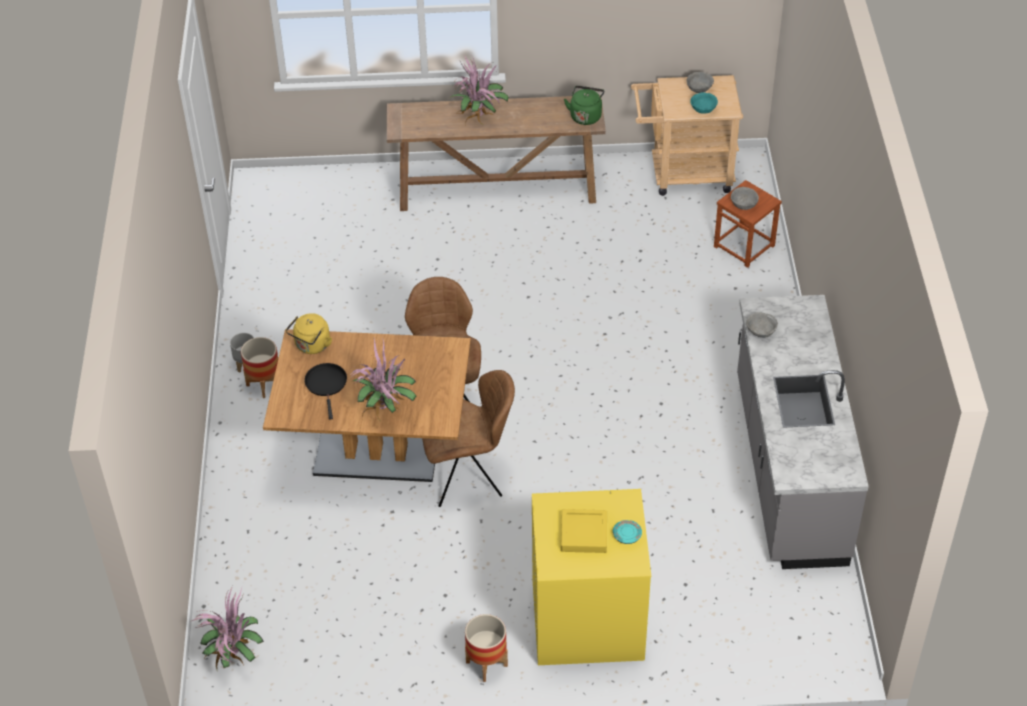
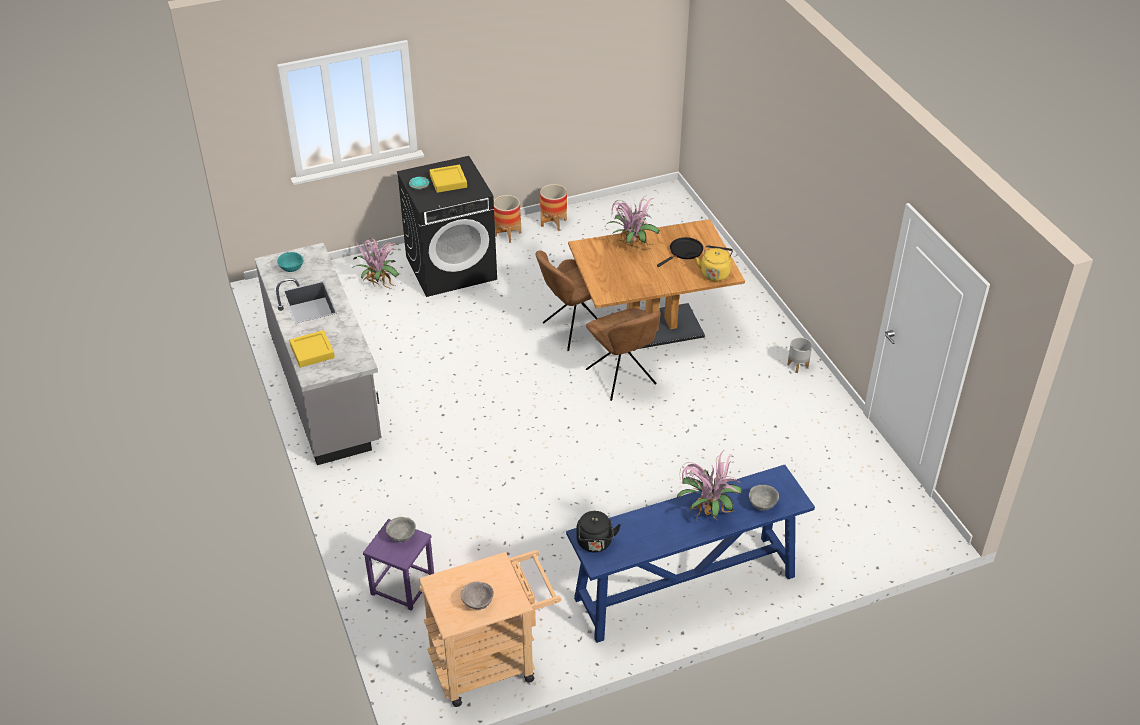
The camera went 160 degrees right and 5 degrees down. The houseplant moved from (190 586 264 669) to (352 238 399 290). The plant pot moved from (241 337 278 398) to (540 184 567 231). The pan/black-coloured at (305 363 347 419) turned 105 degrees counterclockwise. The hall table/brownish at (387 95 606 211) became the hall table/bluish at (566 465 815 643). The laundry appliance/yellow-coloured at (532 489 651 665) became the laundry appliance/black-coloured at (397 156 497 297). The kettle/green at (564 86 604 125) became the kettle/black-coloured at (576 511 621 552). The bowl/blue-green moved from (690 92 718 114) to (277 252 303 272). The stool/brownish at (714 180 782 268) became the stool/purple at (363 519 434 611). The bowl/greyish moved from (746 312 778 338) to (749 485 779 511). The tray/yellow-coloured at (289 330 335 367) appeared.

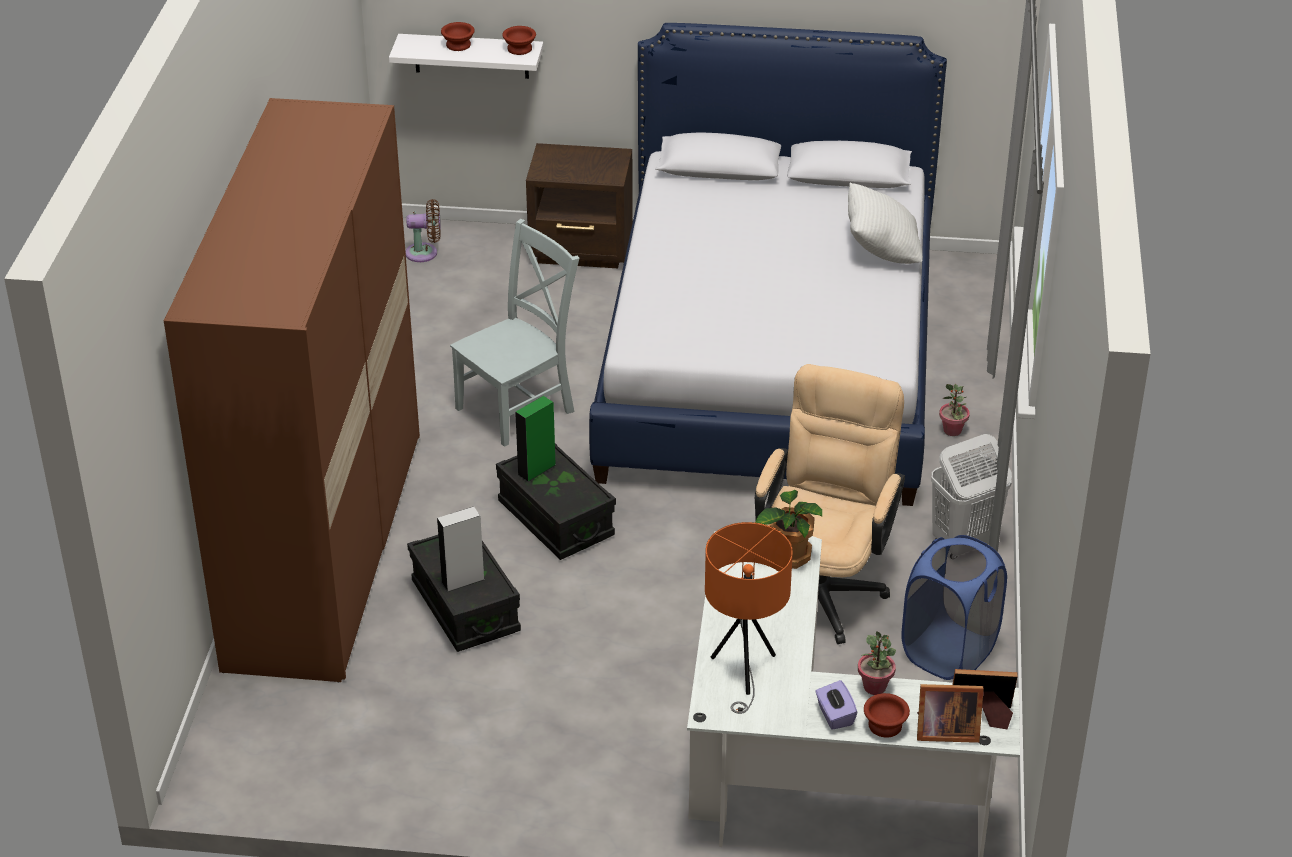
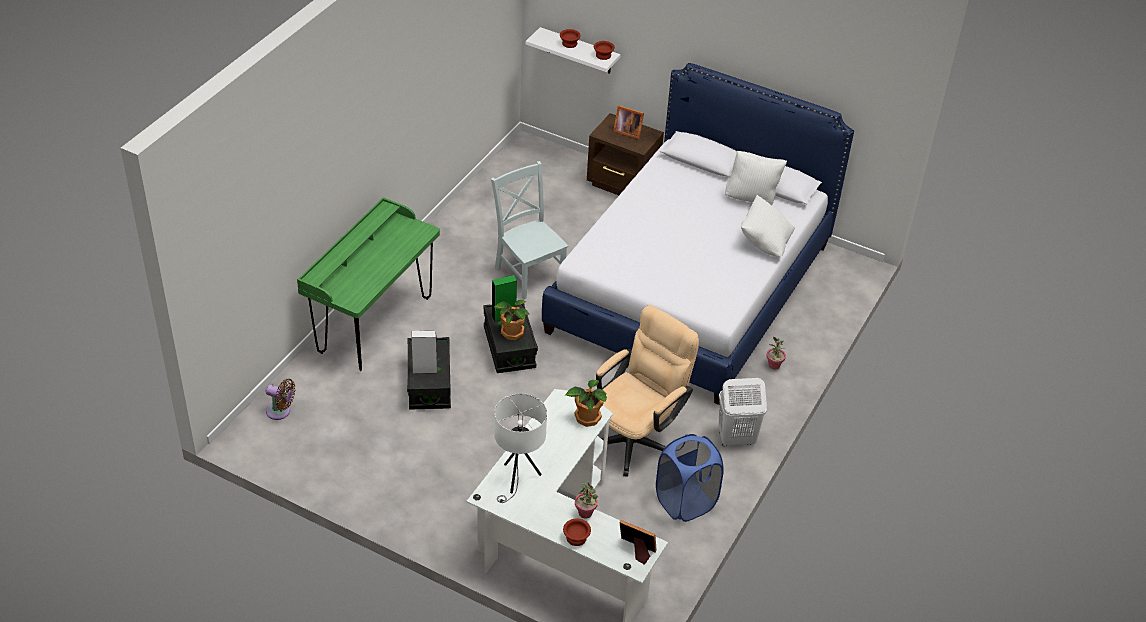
The camera went 20 degrees right and 5 degrees up. The clothes cupboard/brownish at (164 98 420 683) was replaced by the desk unit/green at (297 197 440 371). The cooling fan/brownish moved from (405 199 441 262) to (266 379 295 420). The upright chair/greyish at (450 219 579 447) turned 105 degrees counterclockwise. The tabletop lamp/orange at (705 522 793 714) became the tabletop lamp/white at (494 393 547 503). The box of tissues/purple at (815 680 858 730) disappeared. The photo frame moved from (917 684 984 743) to (613 105 644 139). The houseplant at (494 300 530 340) appeared. The cushion/white at (725 150 787 205) appeared.

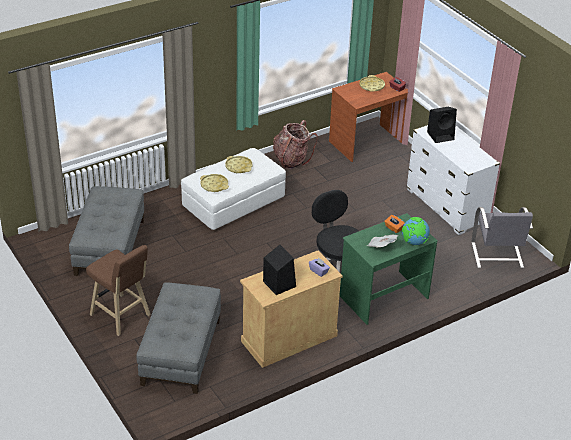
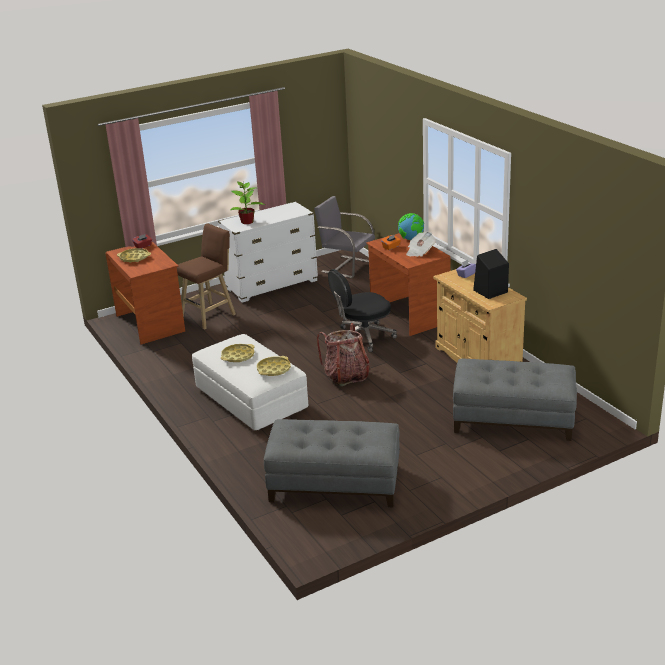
The camera went 85 degrees left and 10 degrees down. The stool/brownish moved from (86 245 151 336) to (177 223 236 330). The knapsack moved from (273 120 318 169) to (317 323 370 386). The desk unit/green at (339 213 438 325) became the desk unit/brownish at (366 233 451 336). The speaker/black-coloured at (427 107 457 143) was replaced by the houseplant at (230 182 265 224). The upright chair/greyish at (471 207 533 268) turned 150 degrees counterclockwise.

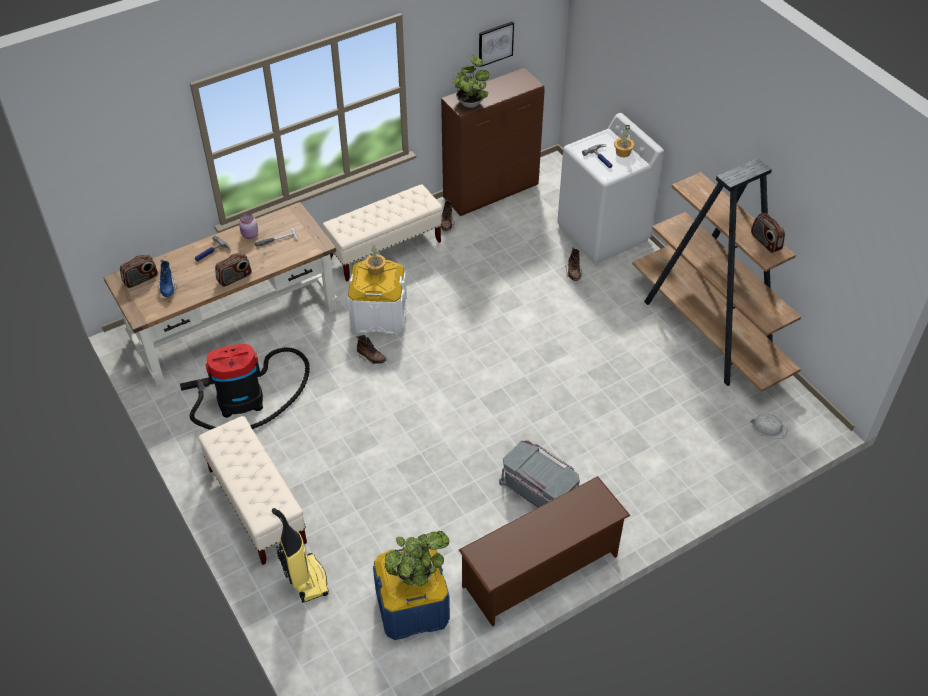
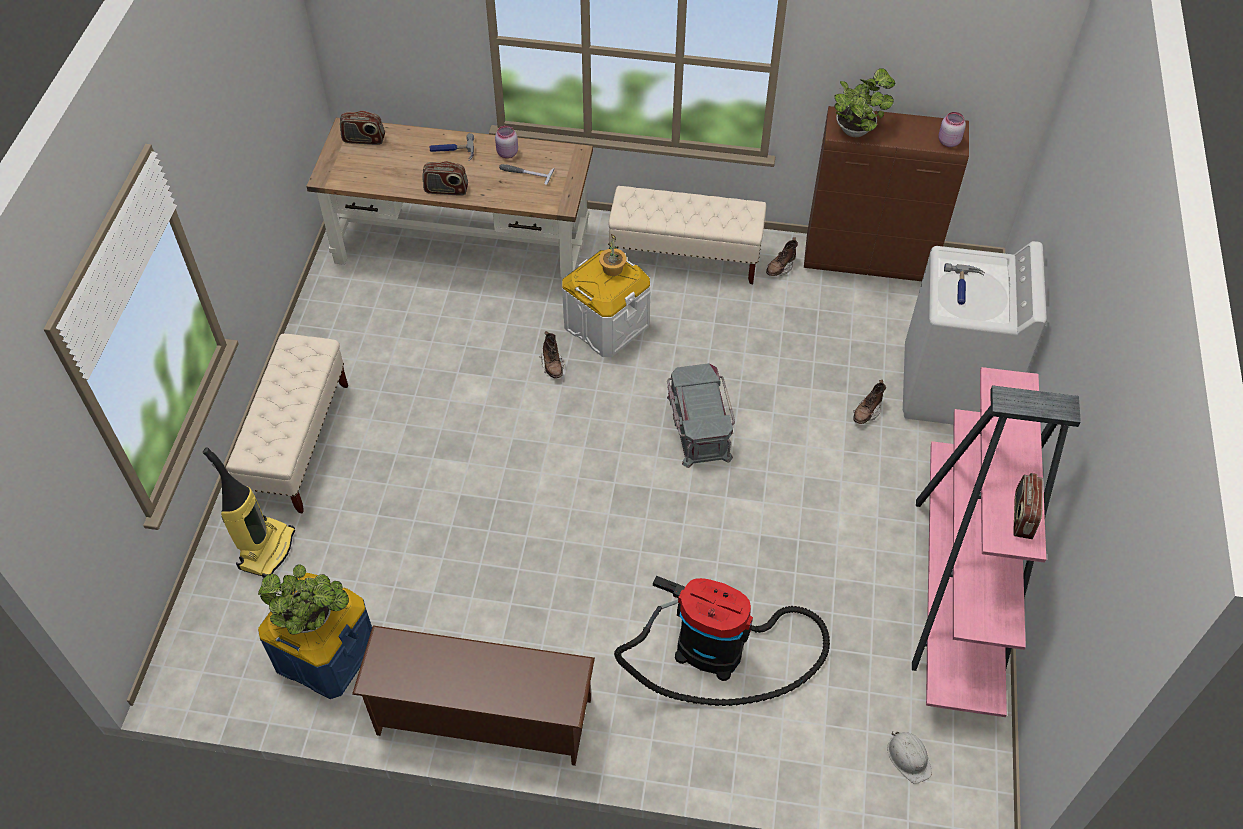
The camera went 40 degrees right and 5 degrees up. The boot/bluish at (158 259 177 297) disappeared. The hoover moved from (180 344 310 430) to (614 576 830 706). The wall art at (479 21 514 67) disappeared. The storage box/greyish moved from (499 440 580 507) to (667 363 735 468). The houseplant at (614 125 634 157) disappeared. The bookshelf/brownish at (632 158 801 392) became the bookshelf/pink at (912 367 1081 717). The jar/pink at (938 112 966 147) appeared.

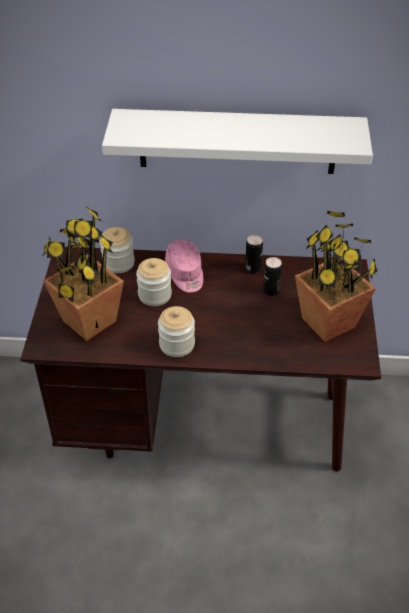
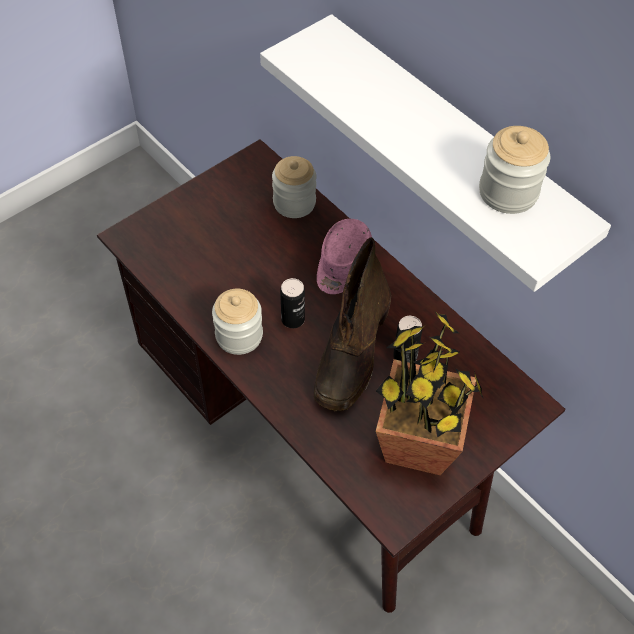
The camera went 45 degrees right and 10 degrees up. The houseplant at (42 206 124 341) disappeared. The jar moved from (136 258 172 306) to (479 126 550 214). The metal can moved from (245 235 263 273) to (280 278 305 328). The boot/brownish at (314 237 391 412) appeared.

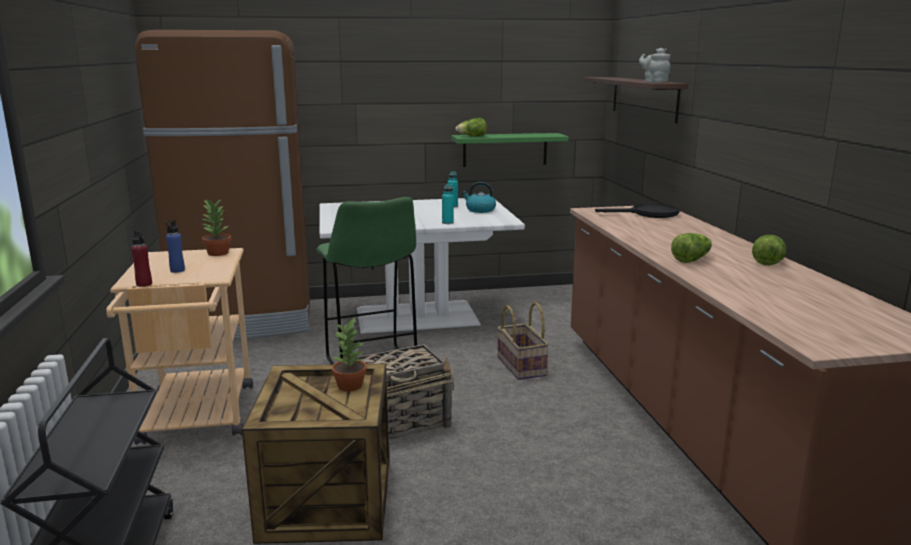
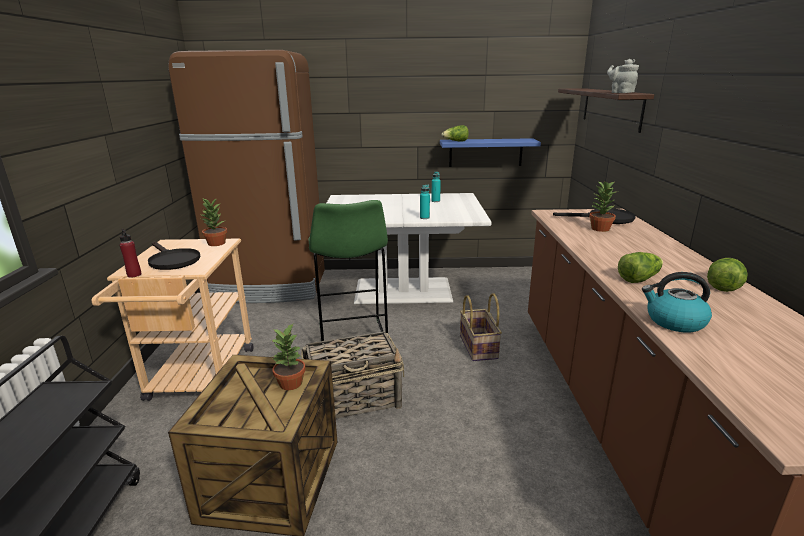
The camera went 10 degrees right and 5 degrees up. The beverage bottle/bluish at (166 220 185 273) was replaced by the pan/black-coloured at (148 242 200 270). The wall shelf/green at (451 133 569 167) became the wall shelf/bluish at (440 138 541 167). The kettle moved from (462 182 496 213) to (642 272 712 333). The houseplant at (589 181 616 232) appeared.

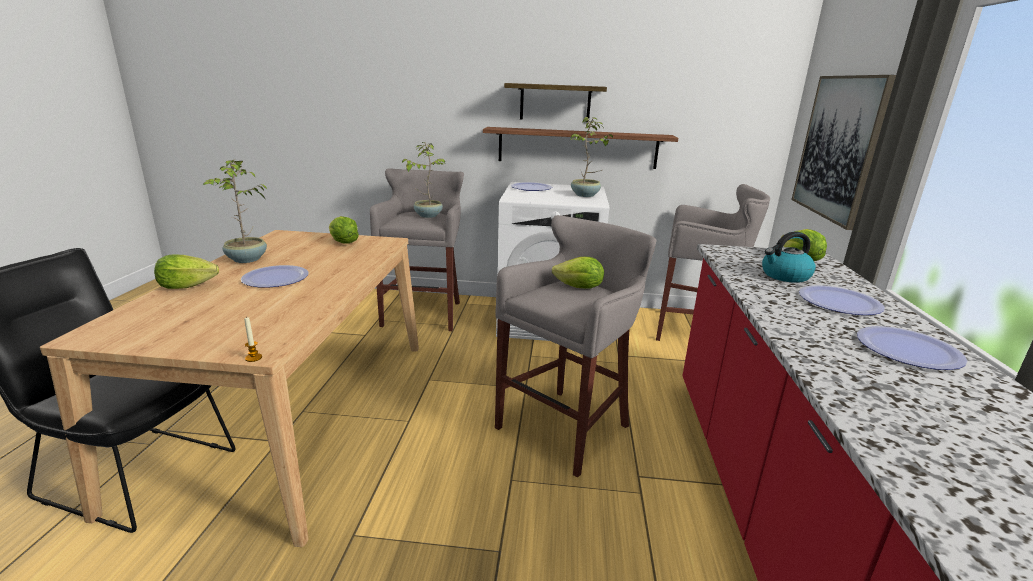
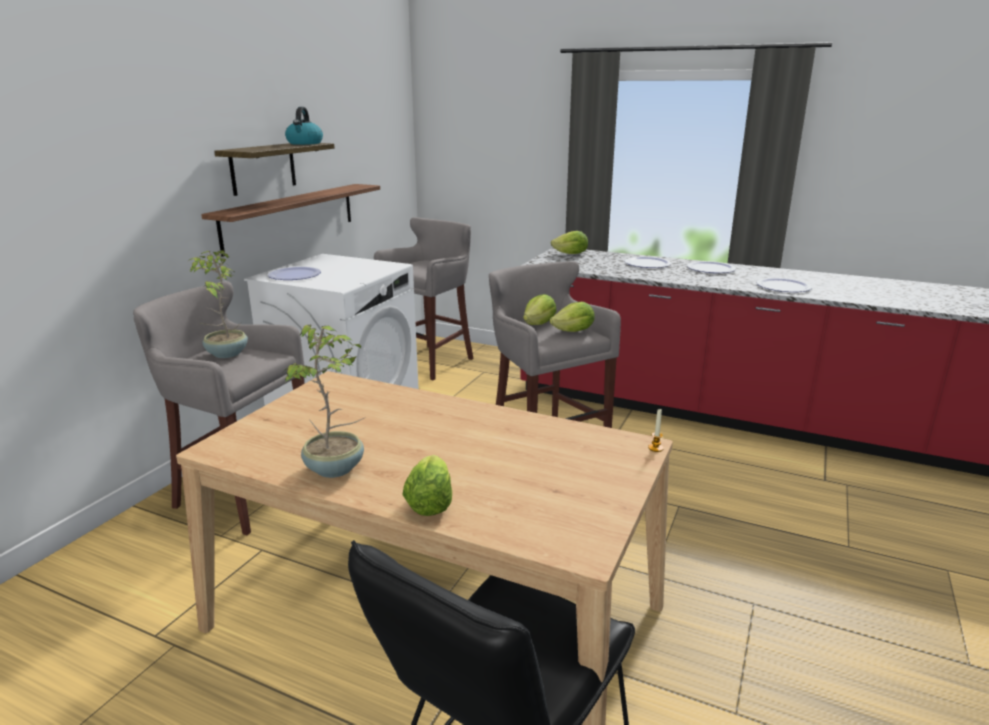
The camera went 70 degrees left and 0 degrees up. The dinner plate moved from (241 265 309 288) to (756 278 812 292). The lettuce moved from (329 216 359 244) to (550 302 595 332). The houseplant at (570 117 613 197) disappeared. The kettle moved from (762 232 816 283) to (285 107 323 145). The wall art at (791 75 896 230) disappeared.

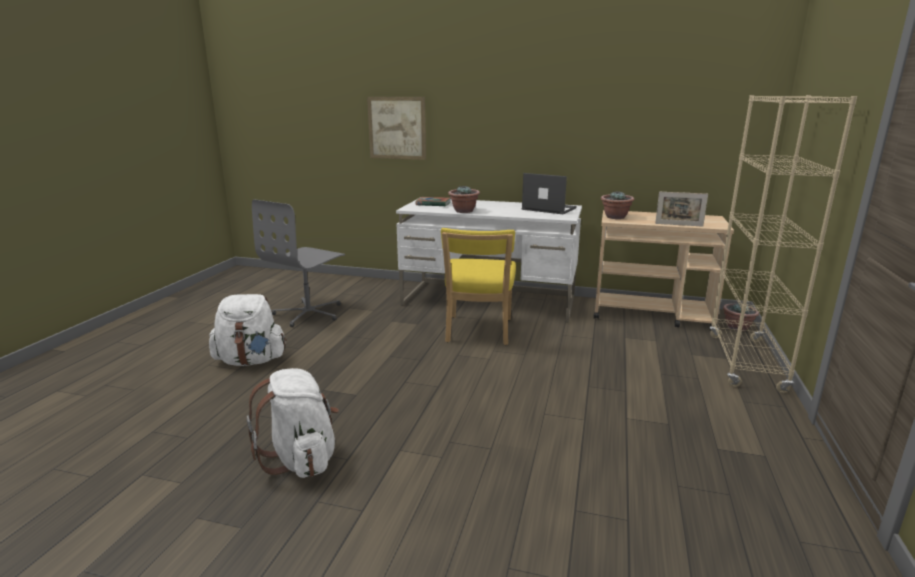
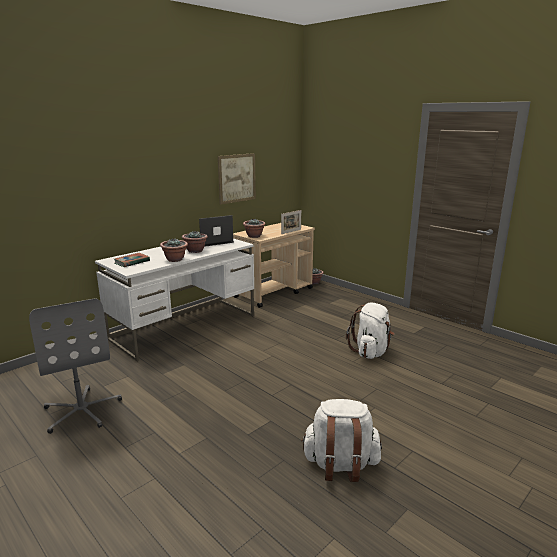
The camera went 60 degrees left and 0 degrees up. The knapsack/white moved from (209 294 287 366) to (346 303 395 359). The wall art moved from (367 97 426 160) to (218 153 256 205). The upright chair/yellow-coloured at (441 228 516 345) disappeared. The bookshelf/beige at (709 95 857 393) disappeared. The houseplant at (182 230 208 253) appeared.

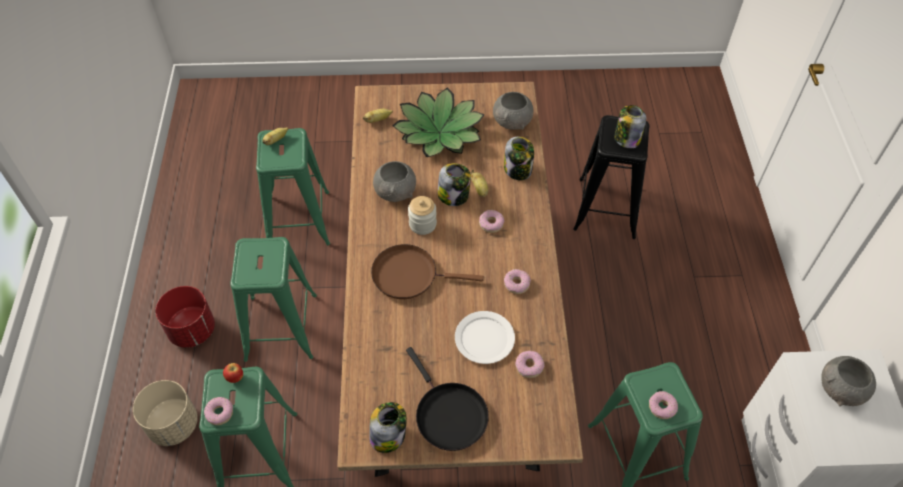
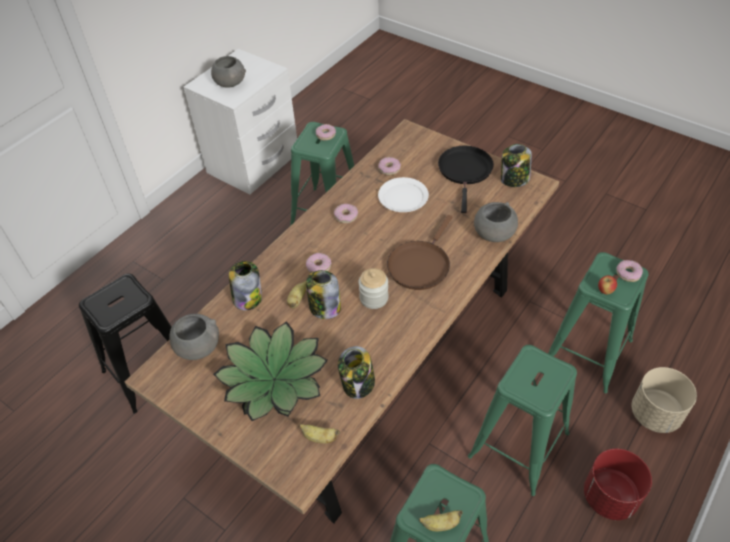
The camera went 140 degrees left and 5 degrees down. The pan/brownish at (371 244 484 299) turned 75 degrees clockwise. The bowl/greyish moved from (373 161 416 202) to (474 202 518 242). The jar moved from (614 105 646 149) to (338 346 375 399).

